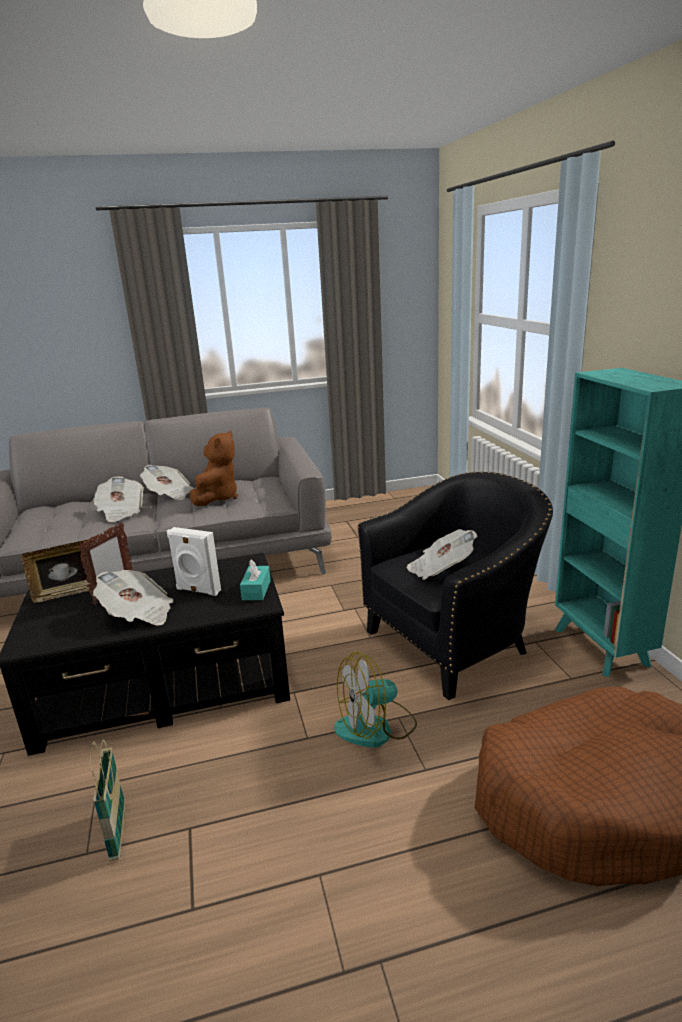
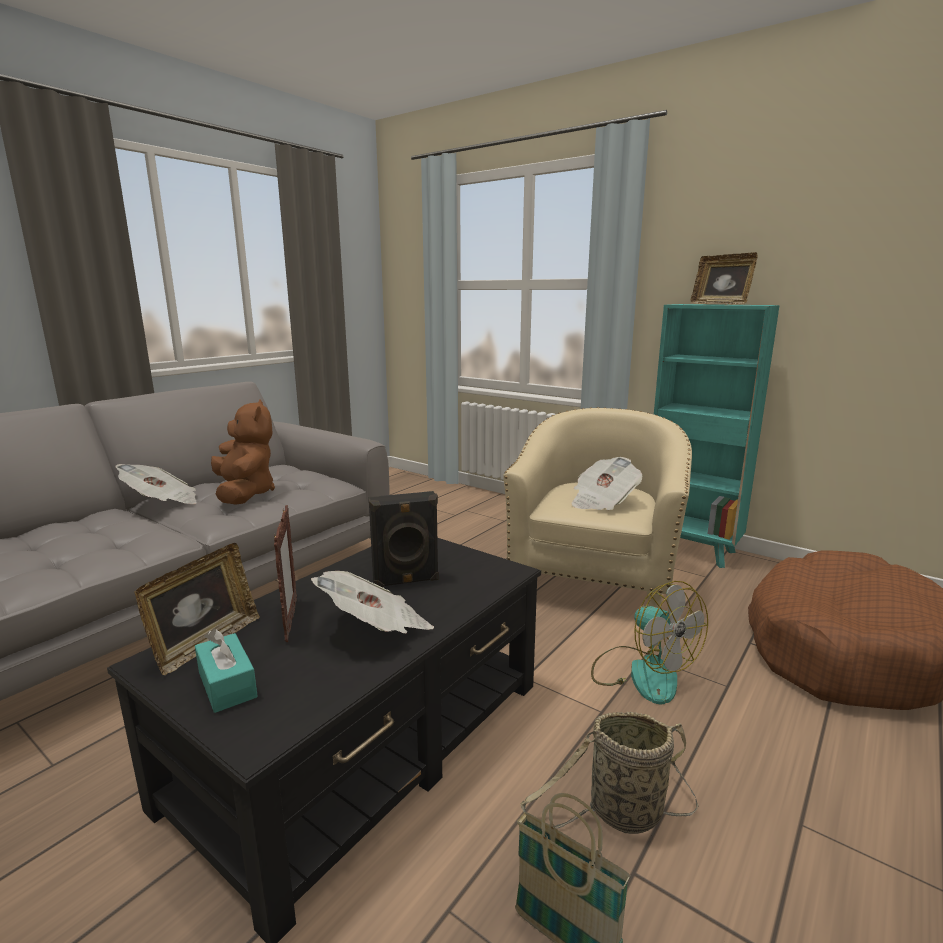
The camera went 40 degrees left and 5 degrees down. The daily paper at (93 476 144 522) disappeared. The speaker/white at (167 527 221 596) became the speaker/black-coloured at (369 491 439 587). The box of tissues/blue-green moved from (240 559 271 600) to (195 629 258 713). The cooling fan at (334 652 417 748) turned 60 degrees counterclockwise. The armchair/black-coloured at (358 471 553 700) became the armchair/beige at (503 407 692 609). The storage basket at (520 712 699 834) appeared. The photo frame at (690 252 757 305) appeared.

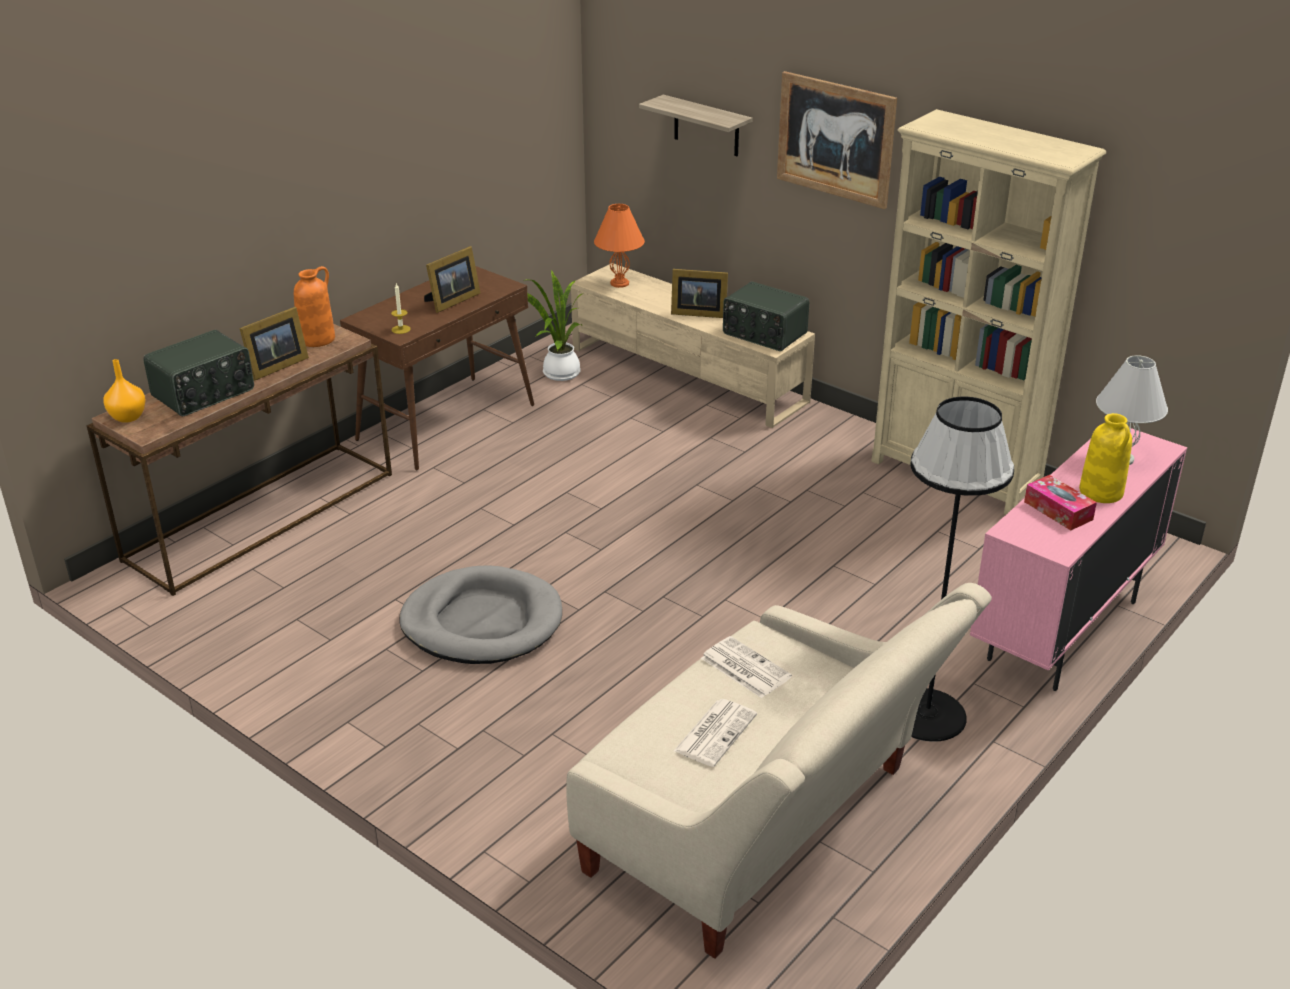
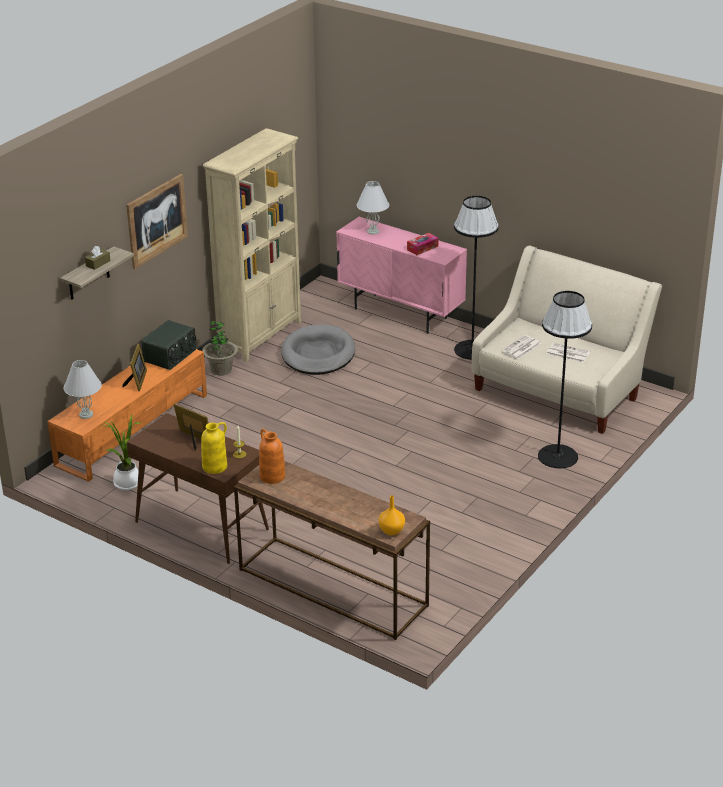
The camera went 95 degrees left and 0 degrees up. The radio at (143 330 254 416) disappeared. The photo frame at (239 307 309 381) disappeared. The dog cushion/greyish moved from (400 565 562 664) to (281 324 355 375). The tv stand/beige at (571 263 815 428) became the tv stand/orange at (47 349 207 482). The tabletop lamp/orange at (594 204 645 288) became the tabletop lamp/white at (64 360 102 419). The decorative vase/yellow-coloured moved from (1079 413 1132 503) to (201 422 227 474). The box of tissues/brownish at (85 246 110 270) appeared. The houseplant at (202 321 238 376) appeared. The standing lamp/black-coloured at (538 291 592 468) appeared.

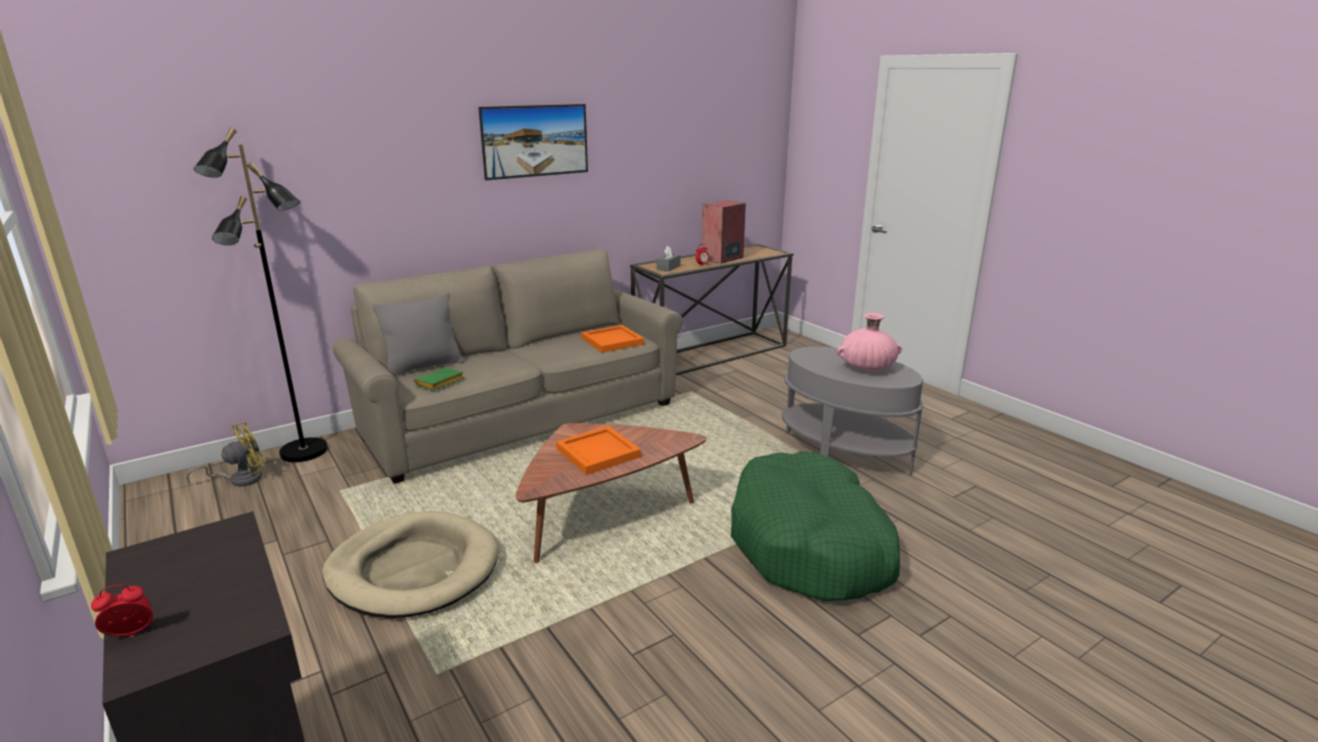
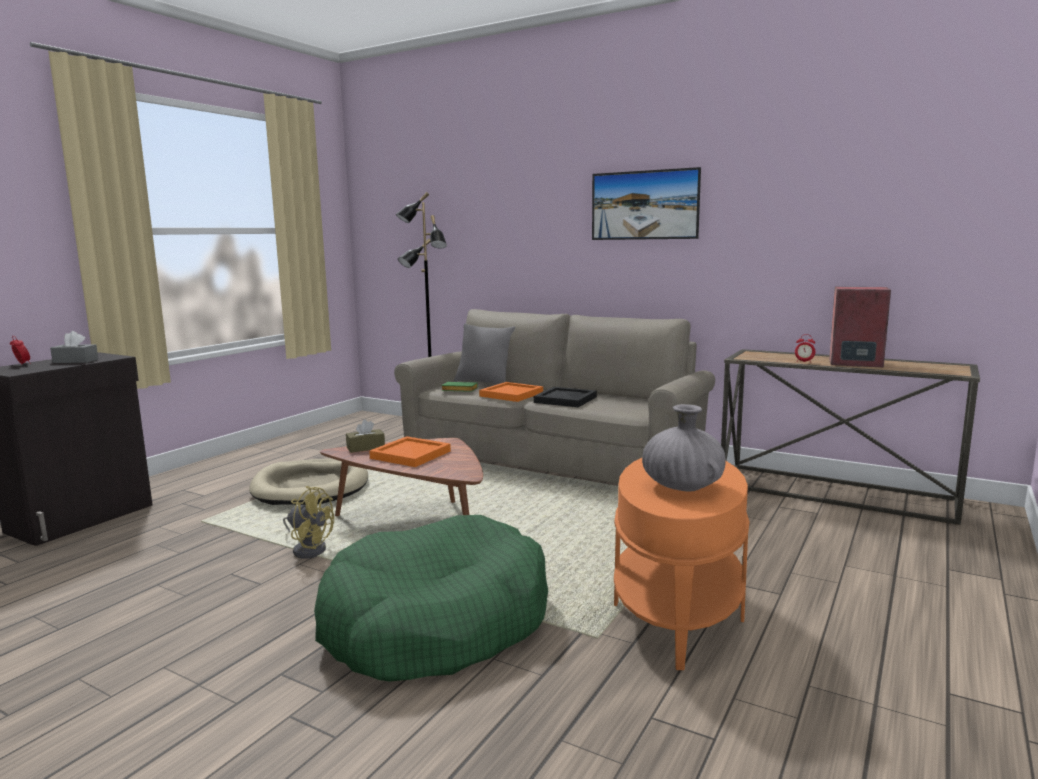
The camera went 65 degrees right and 10 degrees down. The cooling fan/yellow-coloured moved from (186 422 265 486) to (283 486 334 559). The tray/orange moved from (581 325 644 353) to (479 382 543 402). The box of tissues/greyish moved from (657 246 681 271) to (50 331 98 363). The end table/greyish at (782 347 924 475) became the end table/orange at (614 458 749 670). The decorative vase/pink at (836 313 902 372) became the decorative vase/greyish at (642 404 726 492). The box of tissues/brownish at (346 419 385 453) appeared. The tray/black-coloured at (534 387 597 407) appeared.

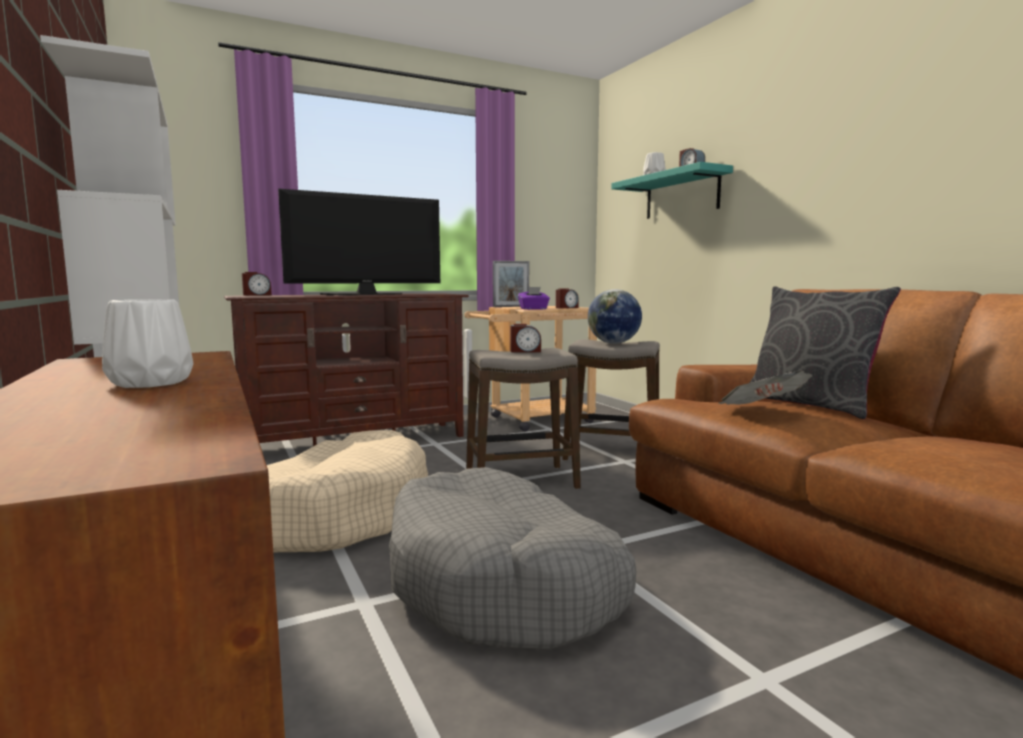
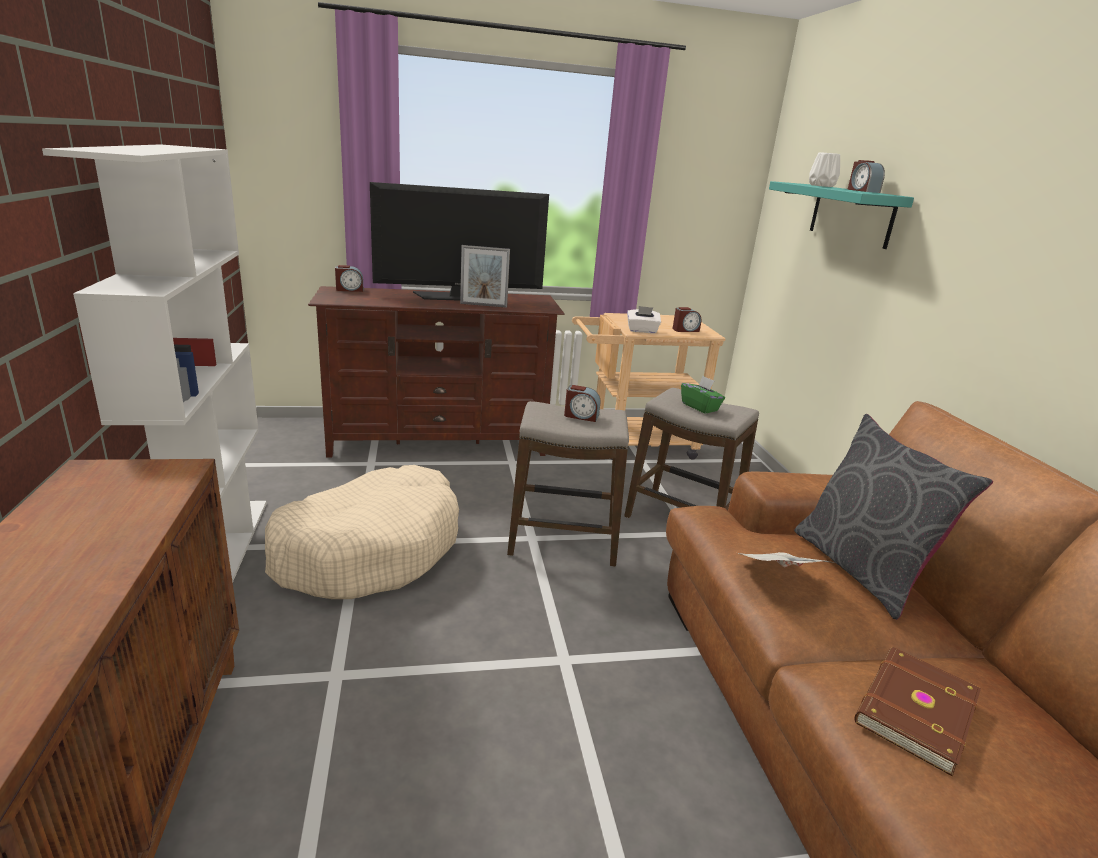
The camera went 15 degrees right and 15 degrees up. The decorative vase/white at (102 299 193 388) disappeared. The dog cushion/greyish at (389 467 636 650) disappeared. The photo frame moved from (493 261 529 307) to (460 245 510 308). The box of tissues/purple at (518 287 550 310) became the box of tissues/white at (627 306 661 333). The world globe at (588 289 642 344) was replaced by the box of tissues/green at (681 376 725 414). The volume/brownish at (854 647 981 777) appeared.

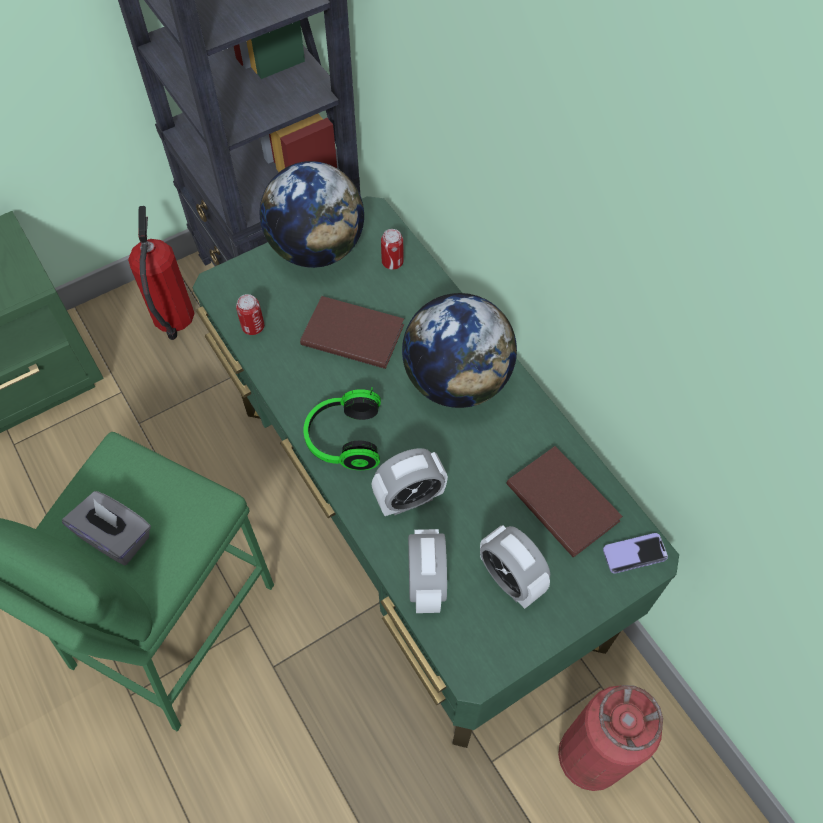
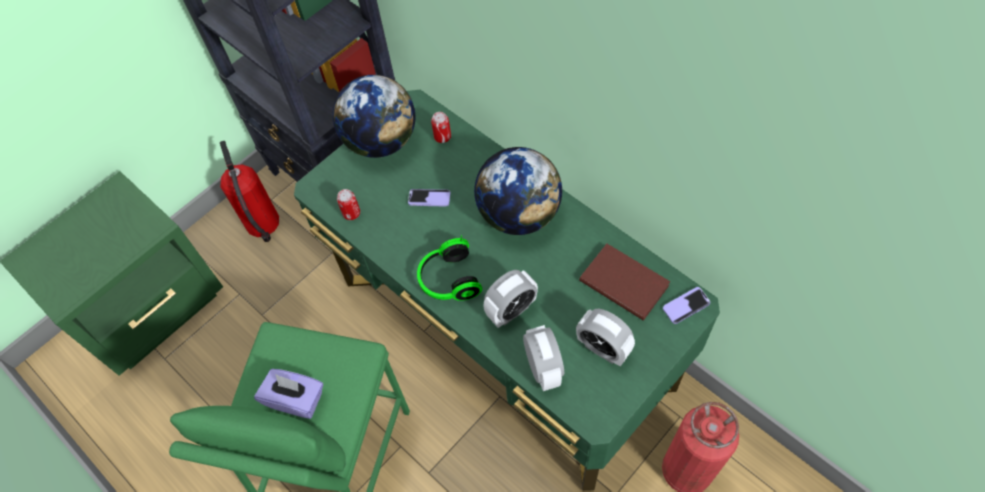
The camera went 10 degrees left and 0 degrees up. The box of tissues/greyish at (62 491 151 566) became the box of tissues/purple at (254 369 323 419). The volume/brownish at (300 296 404 369) was replaced by the phone at (408 189 451 207).

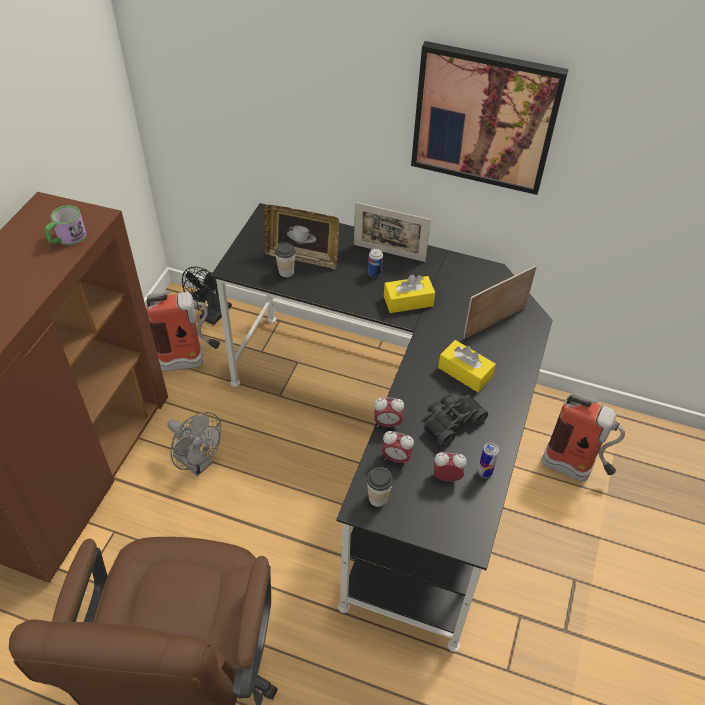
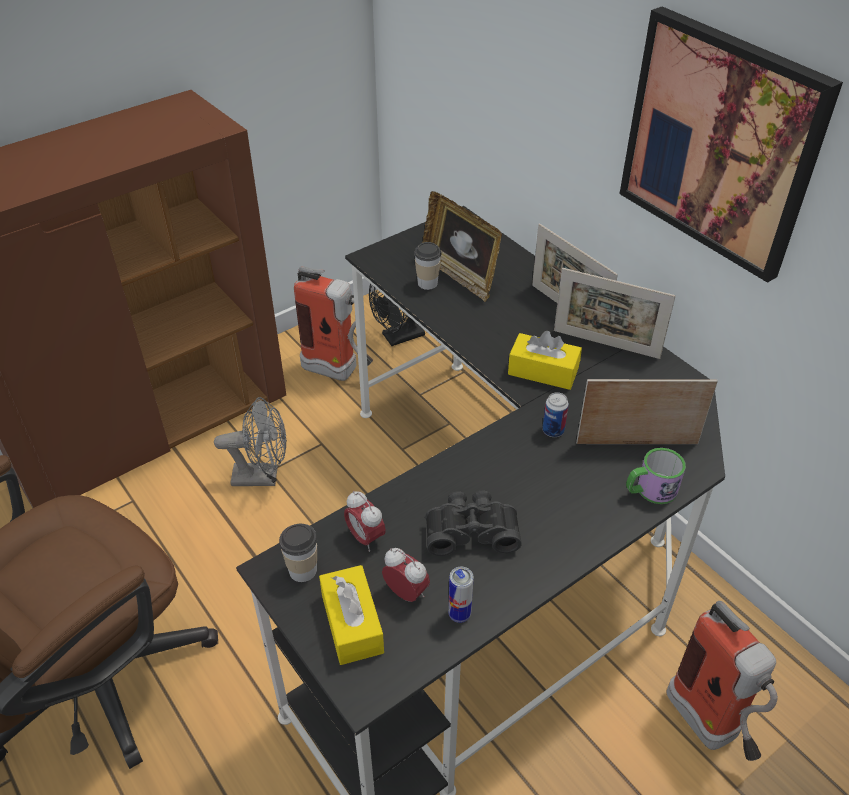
The camera went 35 degrees right and 5 degrees down. The mug moved from (45 205 87 245) to (626 448 686 504). The cooling fan/greyish at (167 412 221 476) turned 75 degrees counterclockwise. The metal can moved from (368 248 383 277) to (542 392 569 437). The table clock at (374 397 404 428) disappeared. The box of tissues/yellow-coloured moved from (438 340 496 392) to (319 565 384 665). The photo frame at (554 268 676 359) appeared.

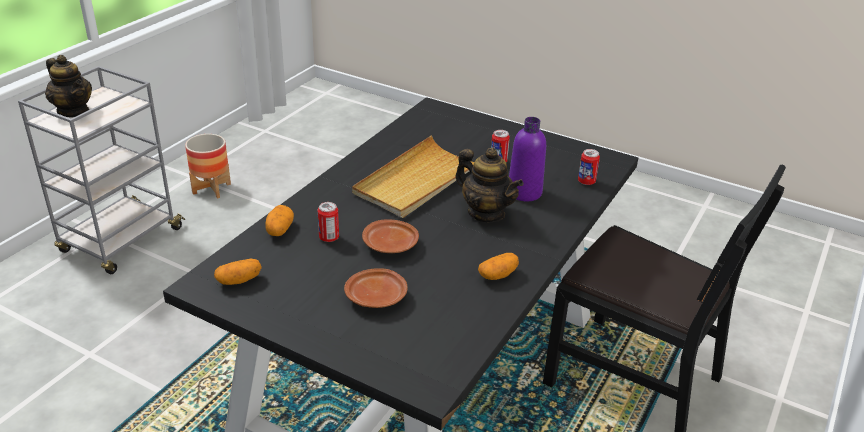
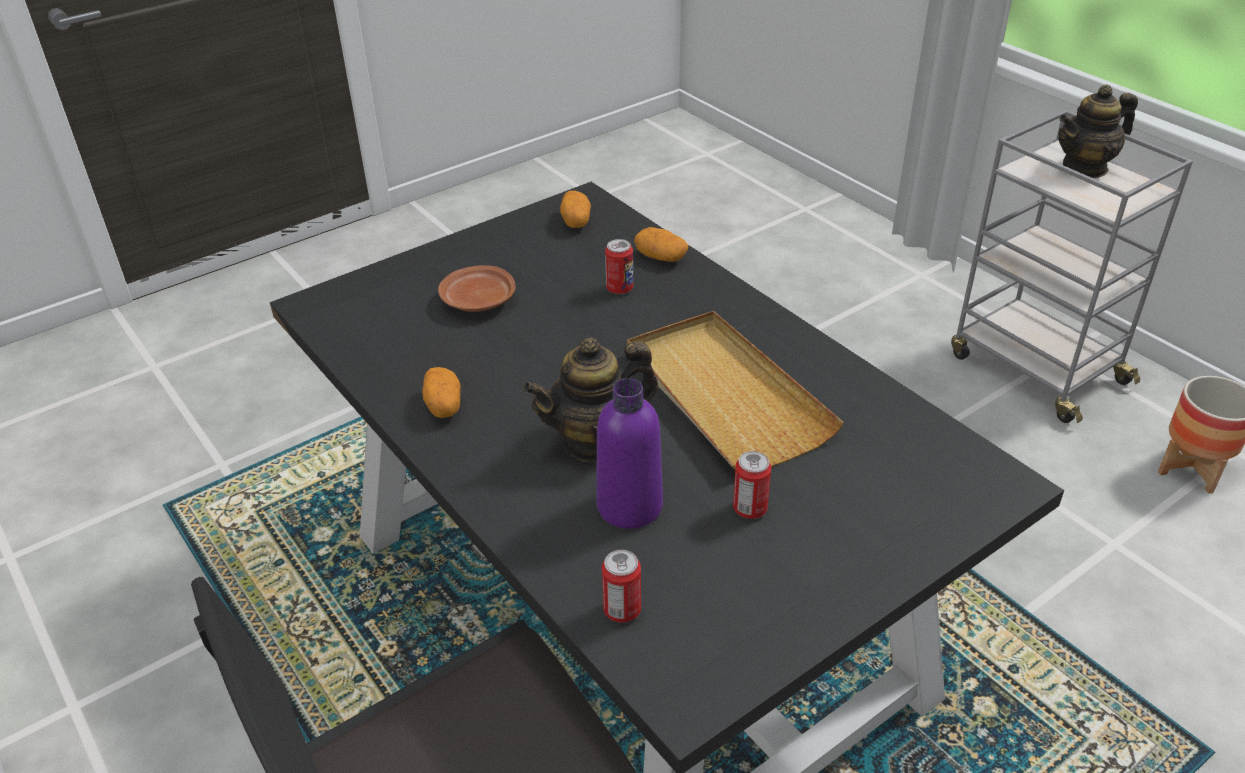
The camera went 115 degrees right and 5 degrees up. The dinner plate/brownish at (362 219 419 253) disappeared.

